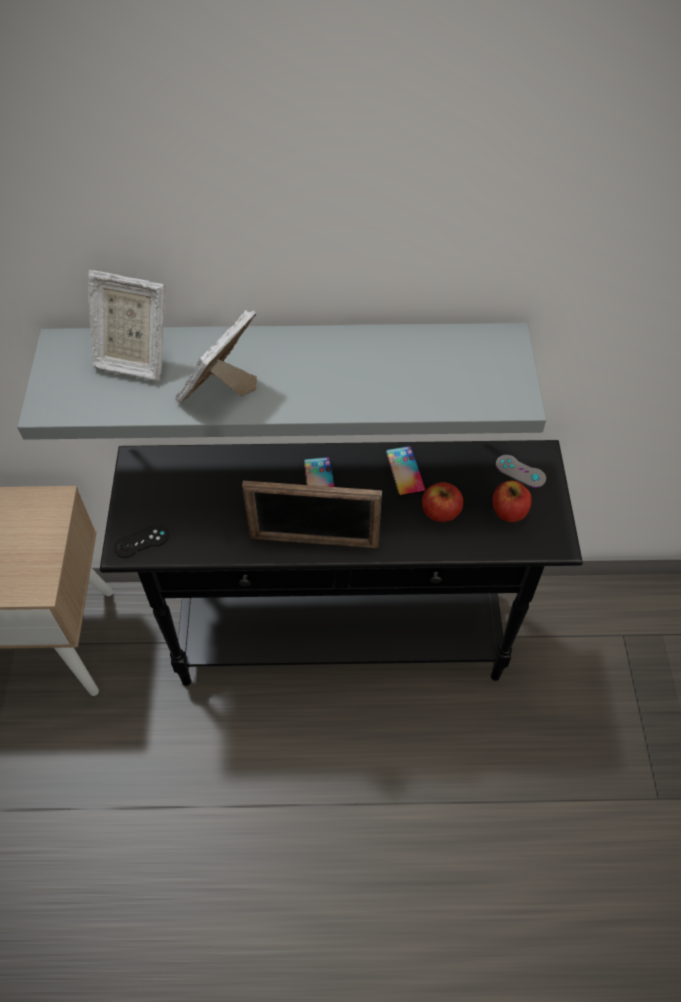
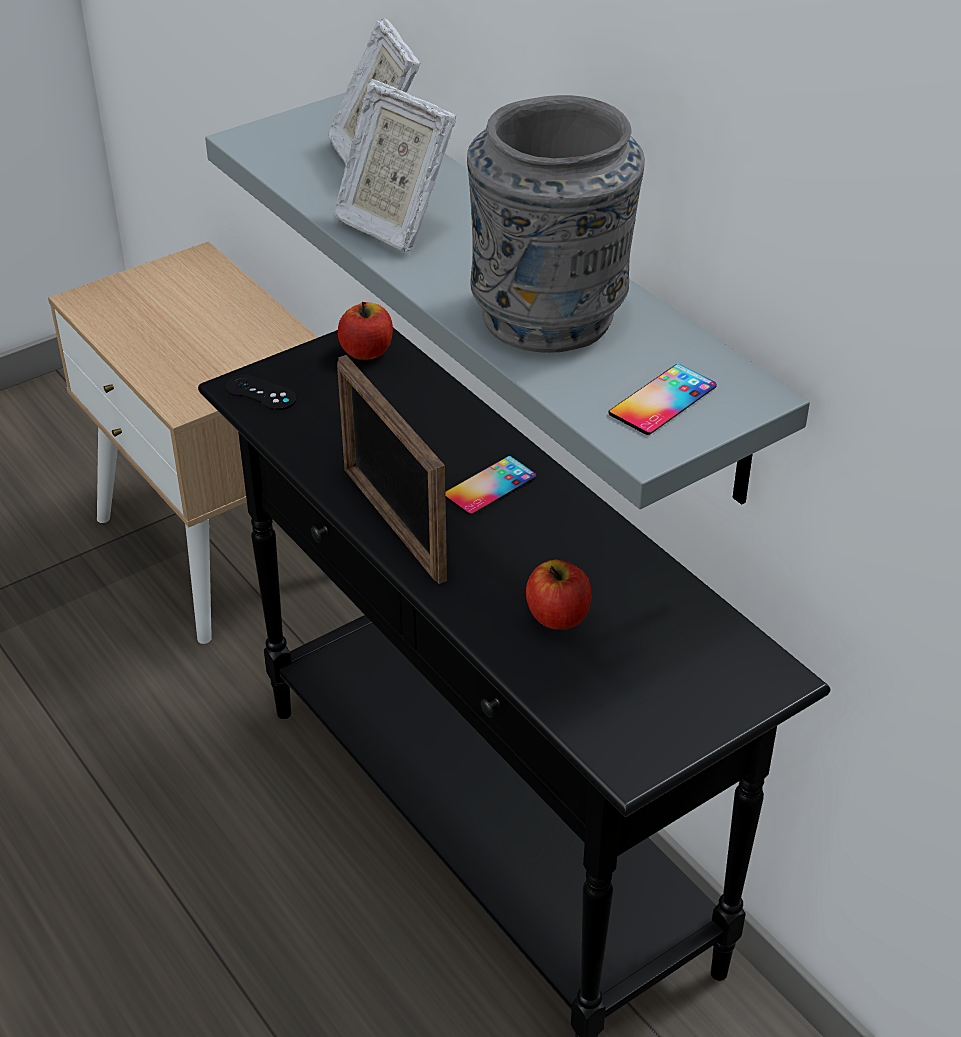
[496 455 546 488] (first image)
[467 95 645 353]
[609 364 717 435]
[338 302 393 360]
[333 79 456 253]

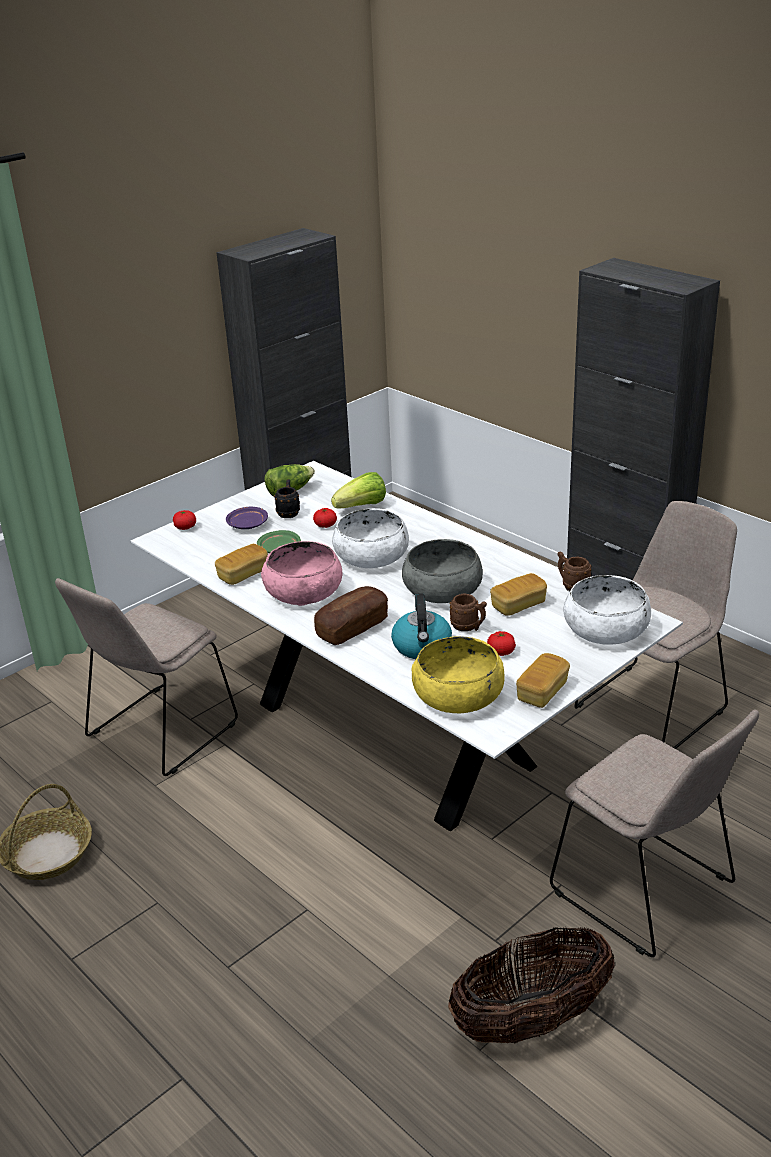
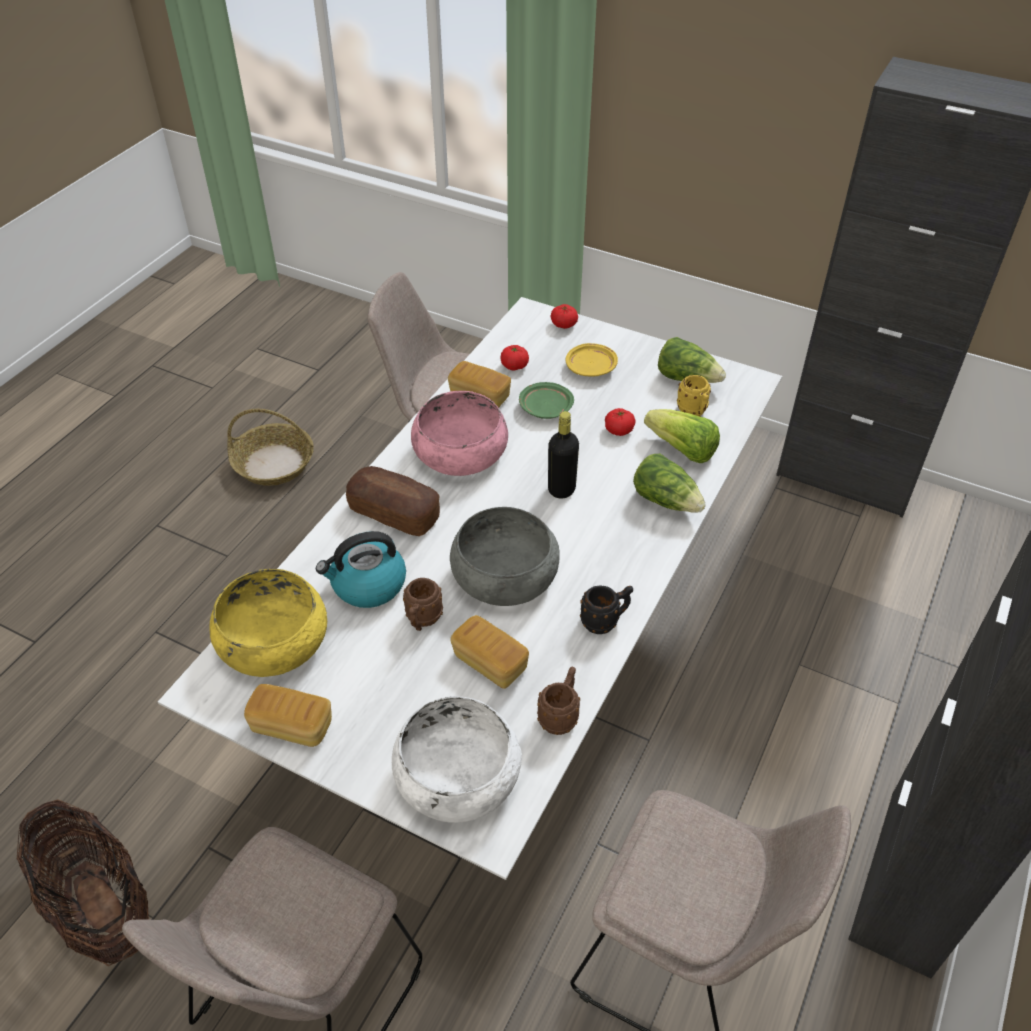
[633 454 706 513]
[677 375 711 416]
[580 585 633 634]
[501 345 529 370]
[548 411 579 499]
[566 343 618 377]

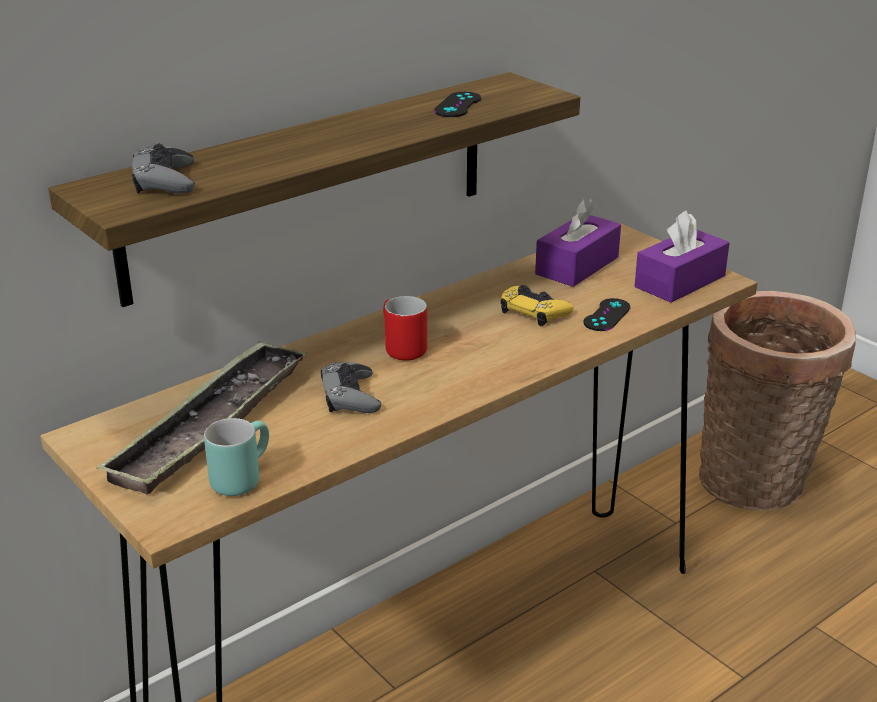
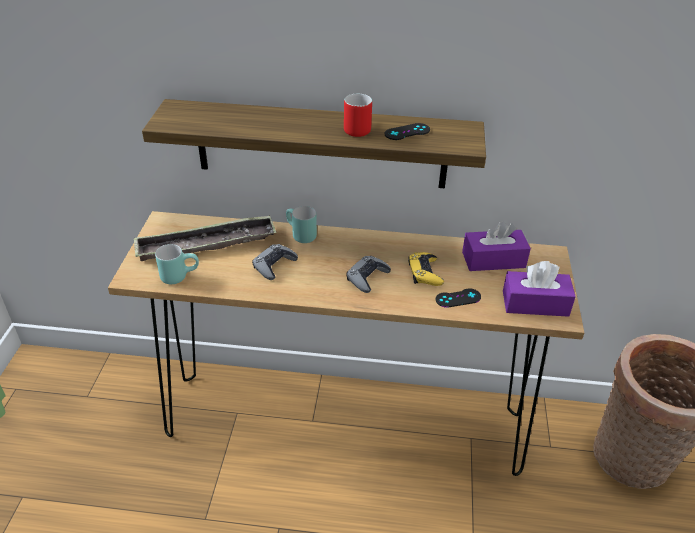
[286 206 317 243]
[346 256 391 293]
[344 94 372 137]

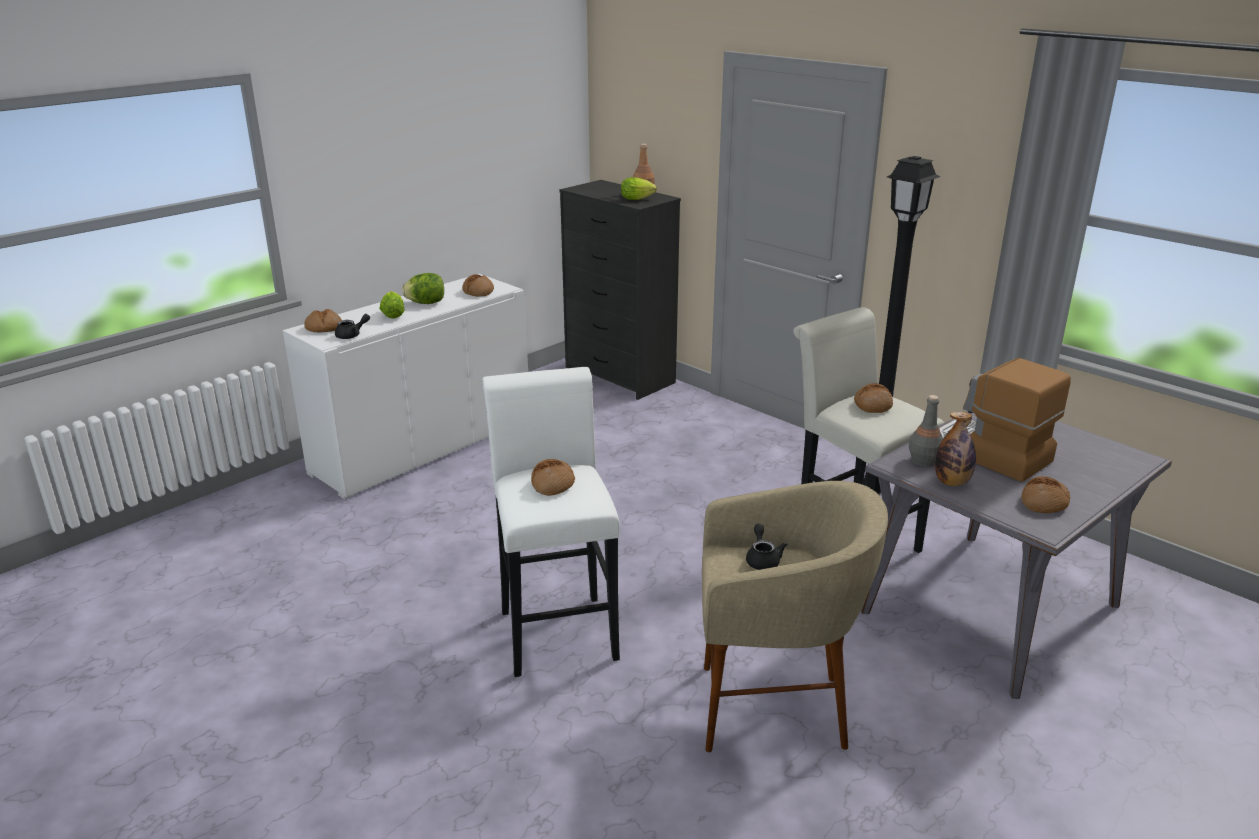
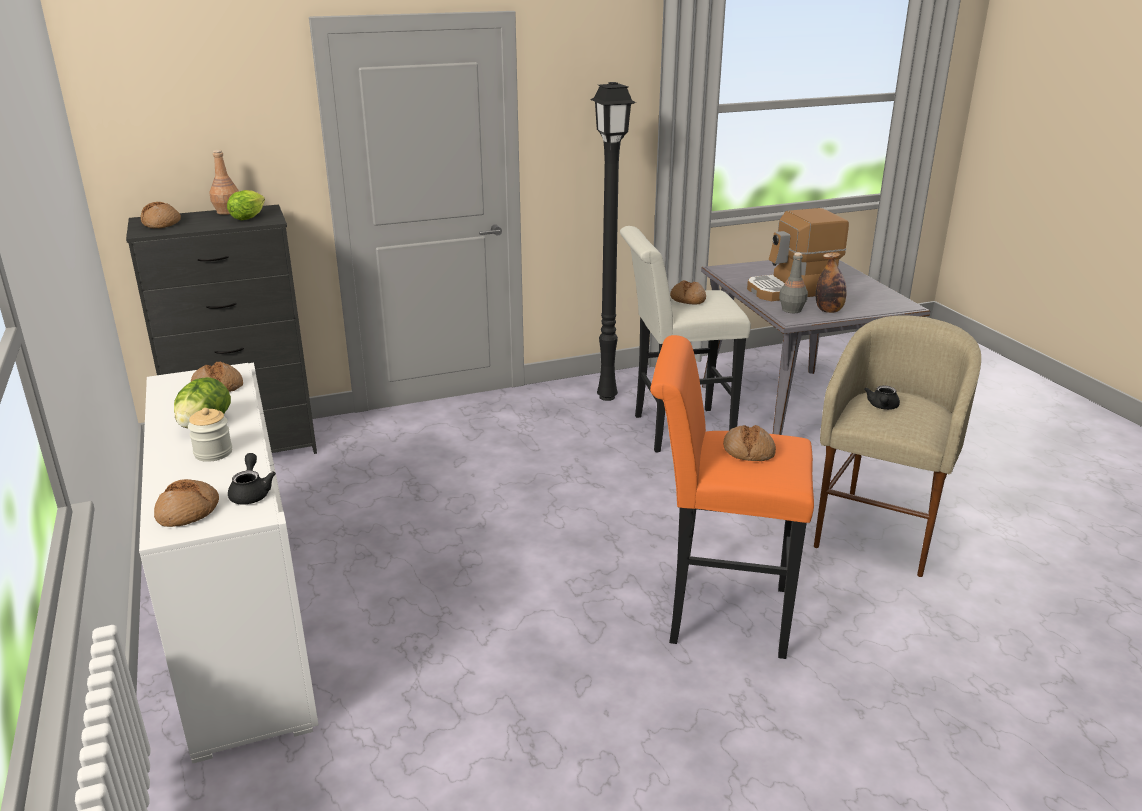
[141 202 181 228]
[188 408 232 462]
[650 335 814 659]
[864 385 900 410]

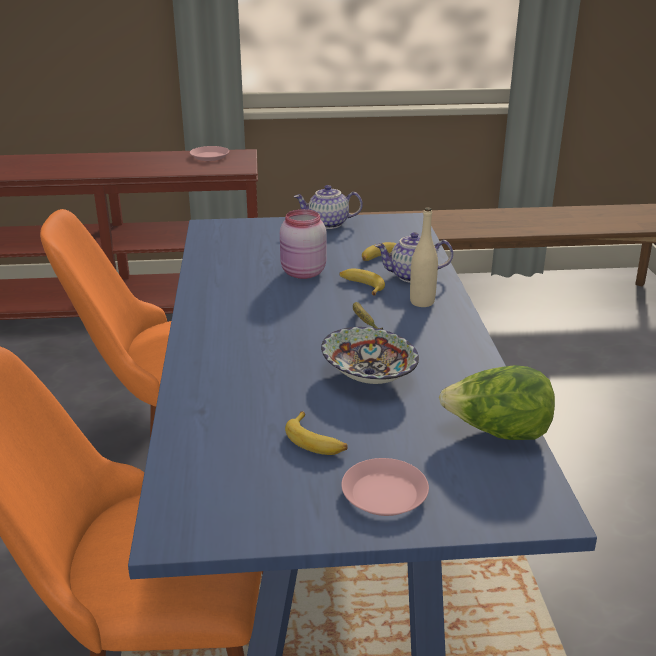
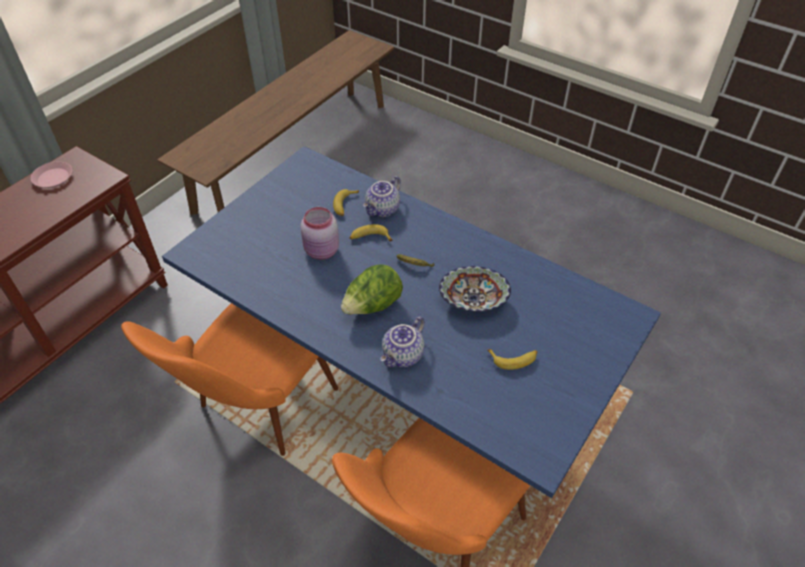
[341 458 429 516] (first image)
[410 207 438 307] (first image)
[380 317 425 367]
[341 264 403 314]

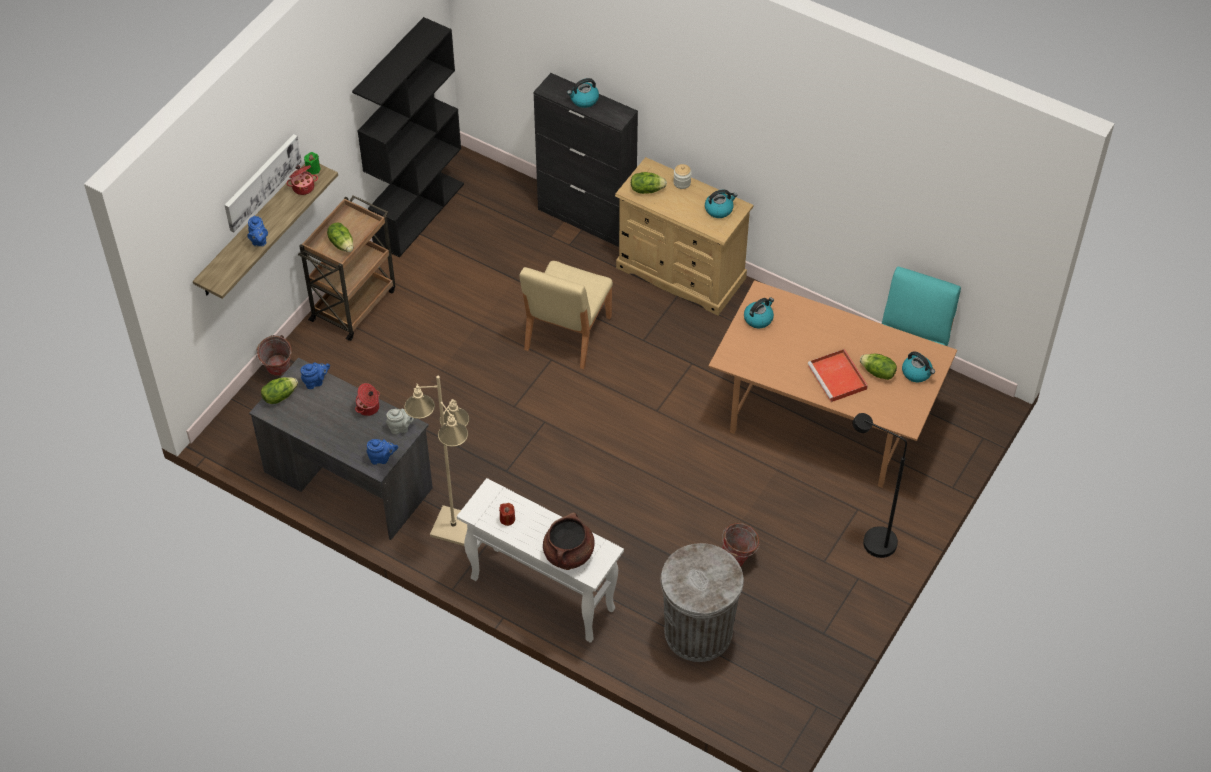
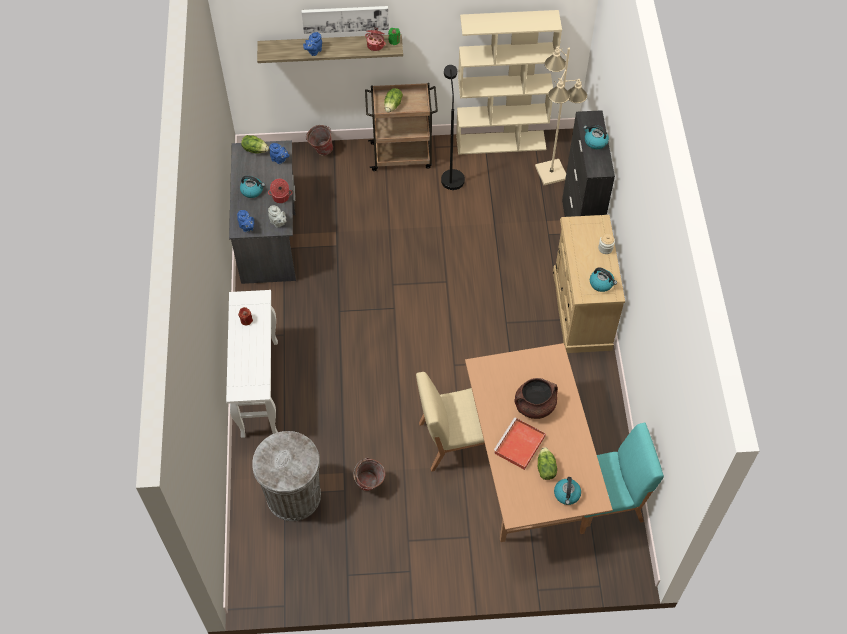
[631 172 667 194] (first image)
[535 45 587 185]
[416 372 485 472]
[514 378 558 419]
[240 176 265 198]
[441 65 465 190]
[456 10 562 155]

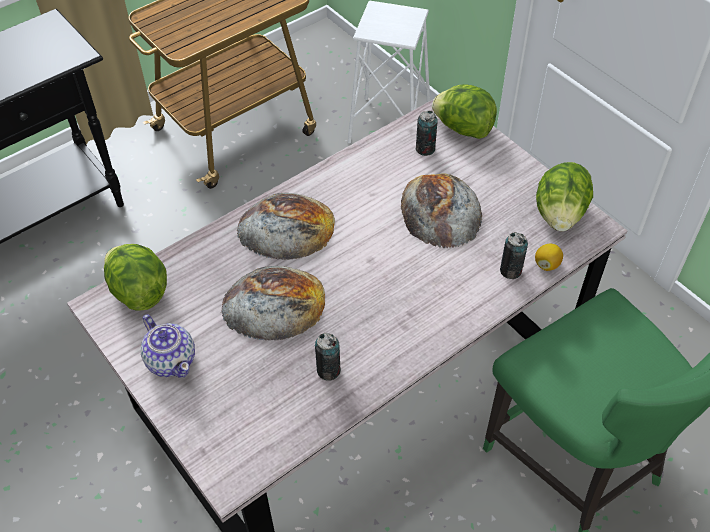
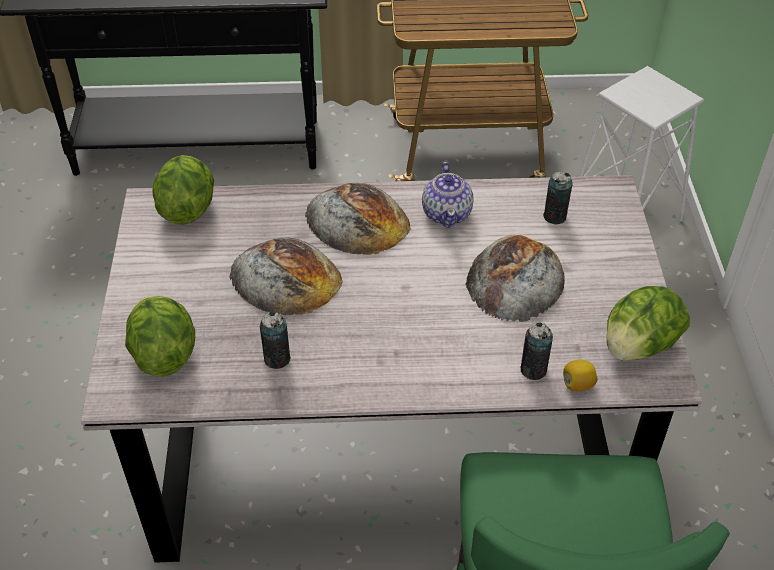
[422 162 474 228]
[125 296 195 377]

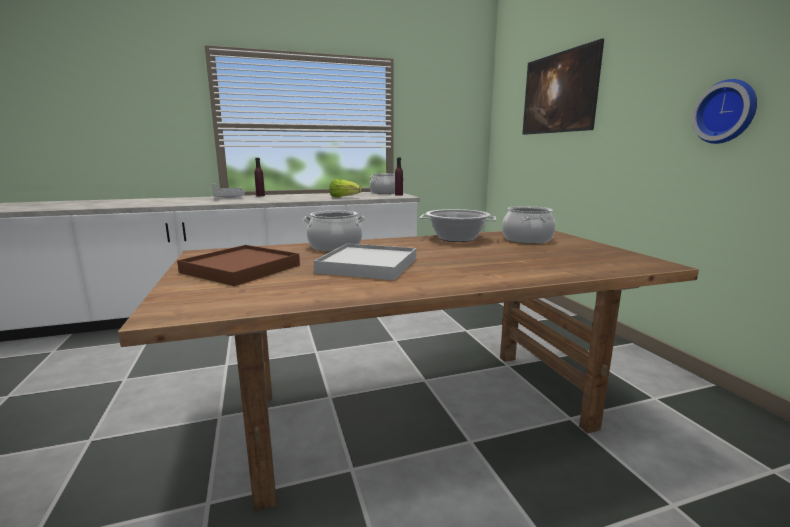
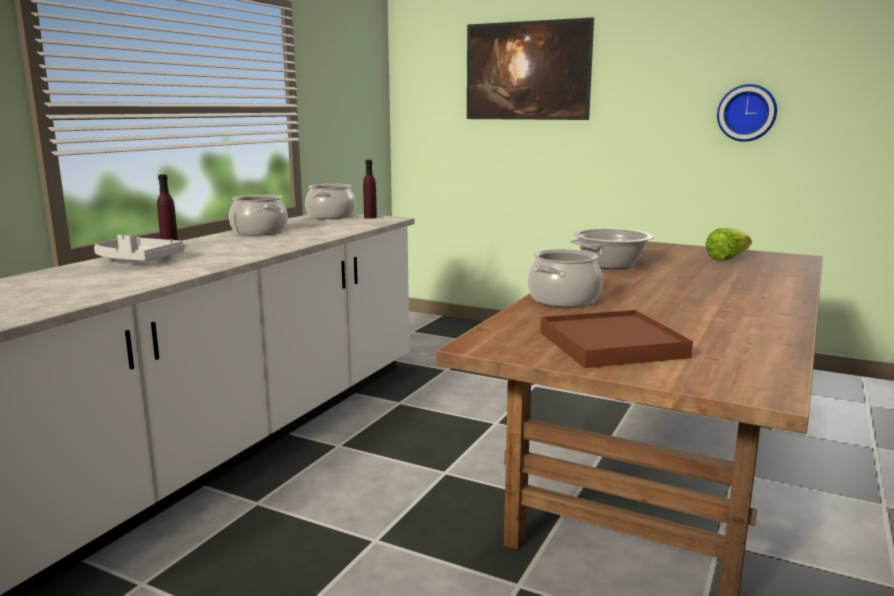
[314 244 416 280] (first image)
[705 228 752 260]
[229 194 288 236]

